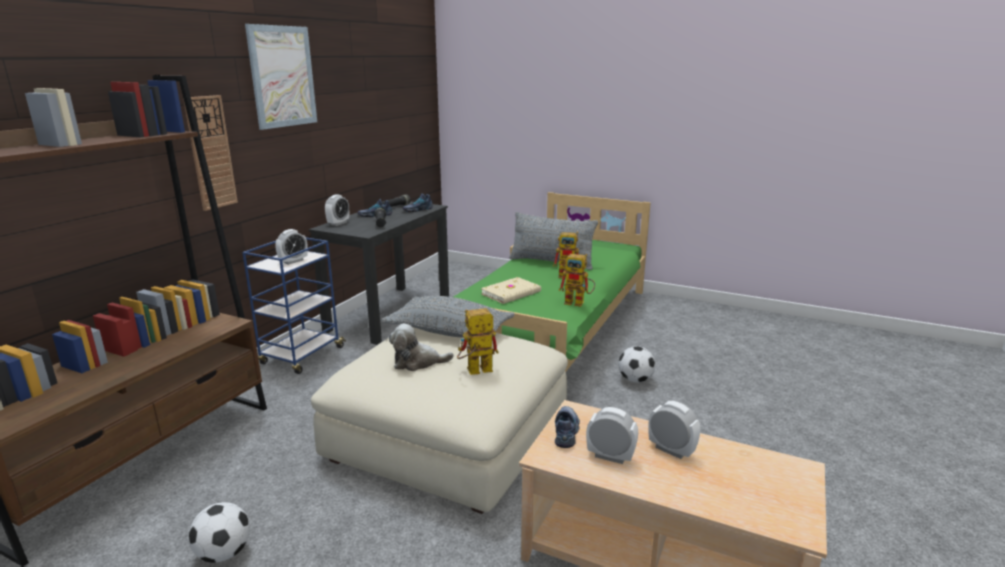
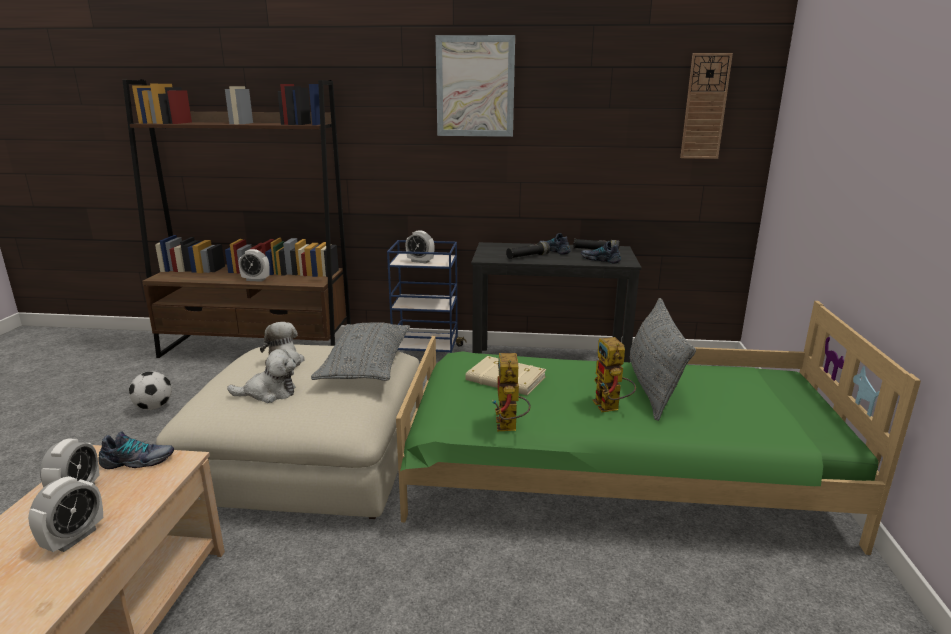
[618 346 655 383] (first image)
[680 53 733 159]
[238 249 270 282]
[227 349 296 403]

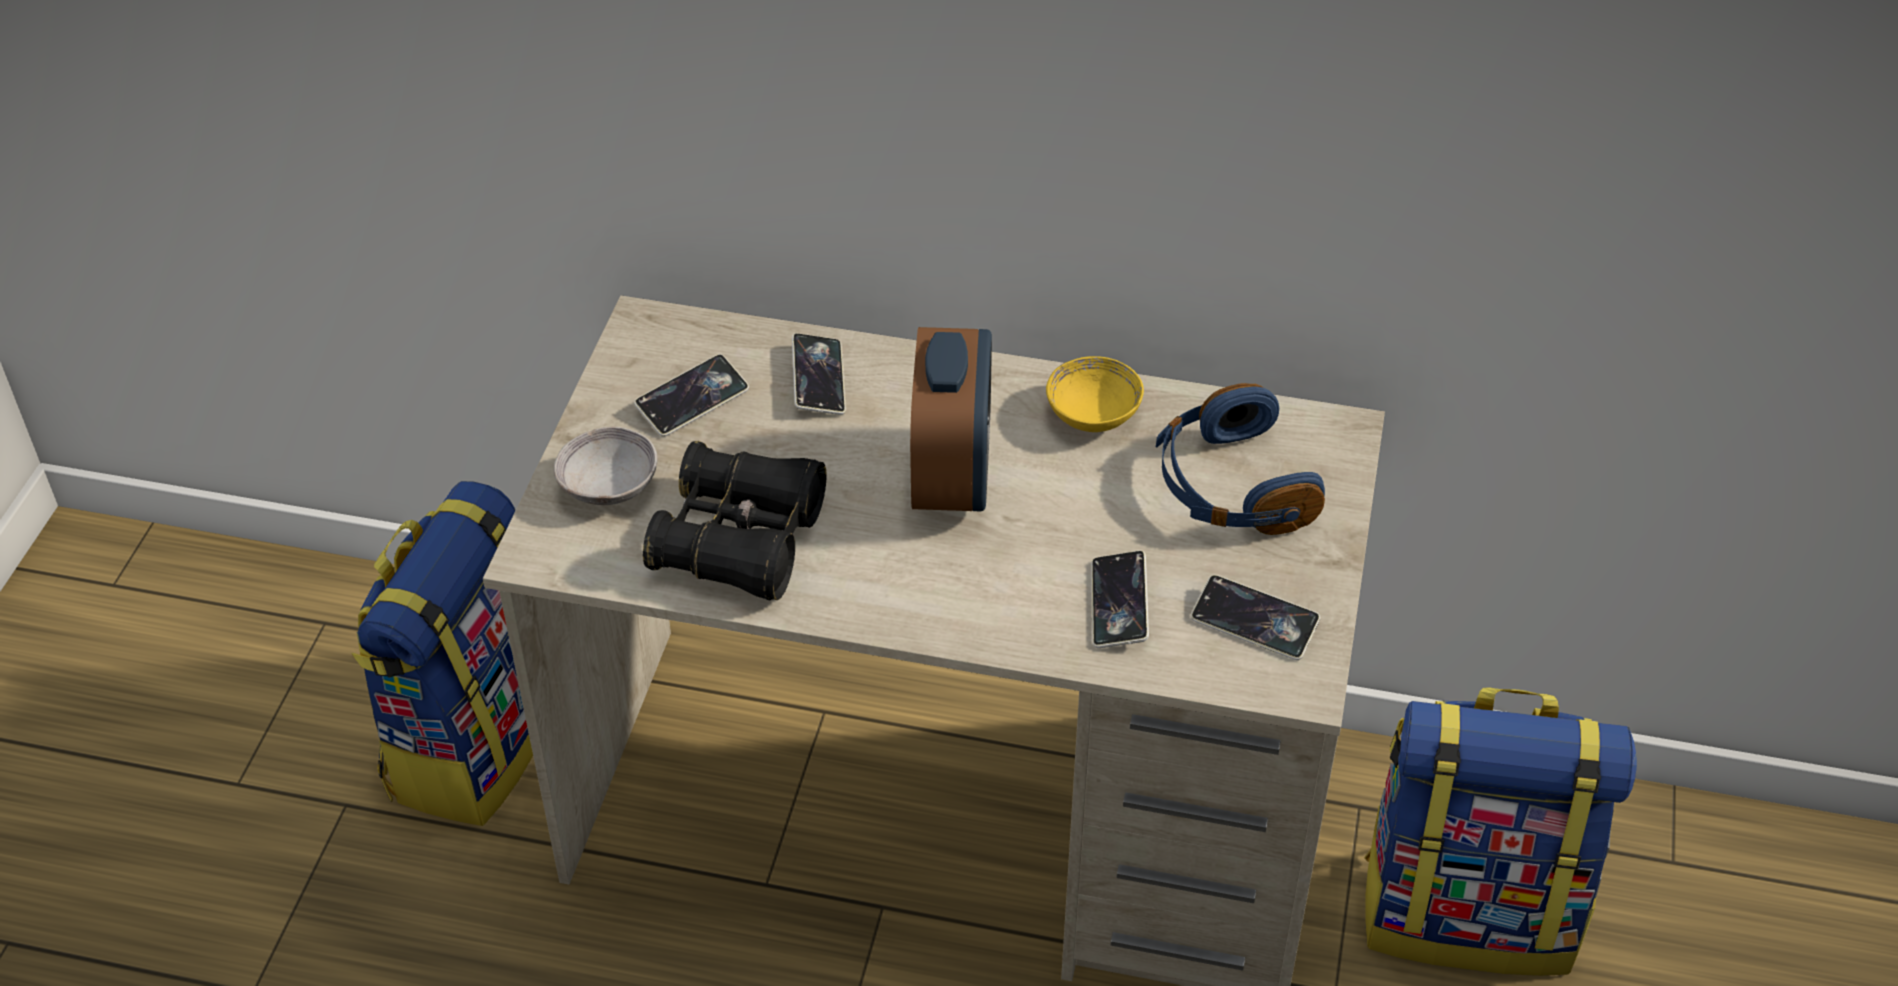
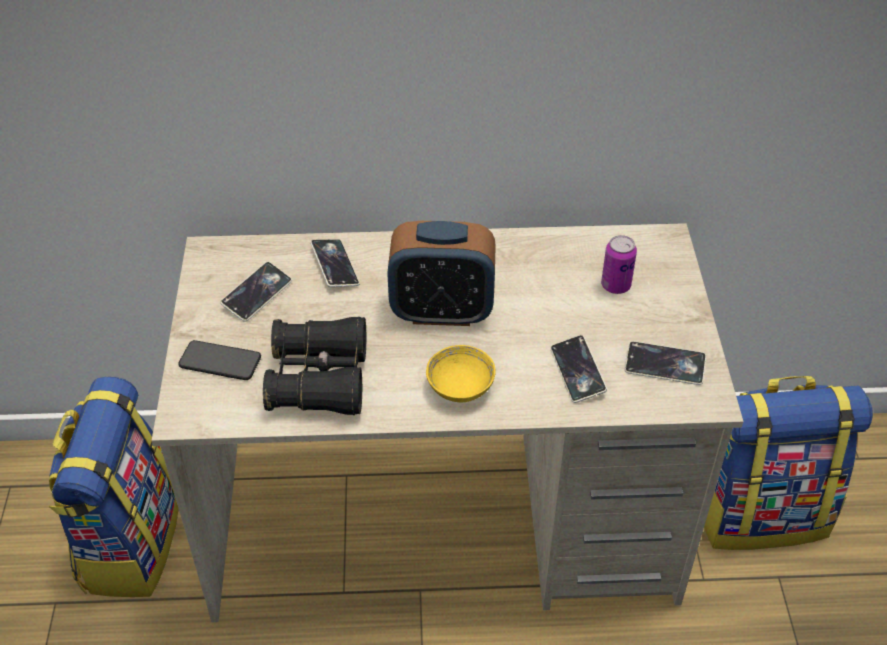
[426 345 496 402]
[178 340 261 380]
[601 235 637 294]
[387 221 496 326]

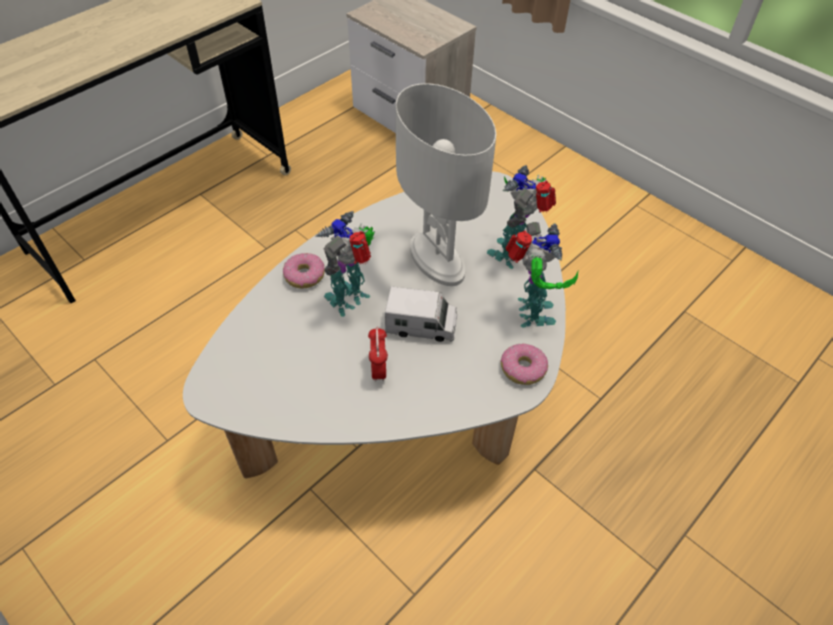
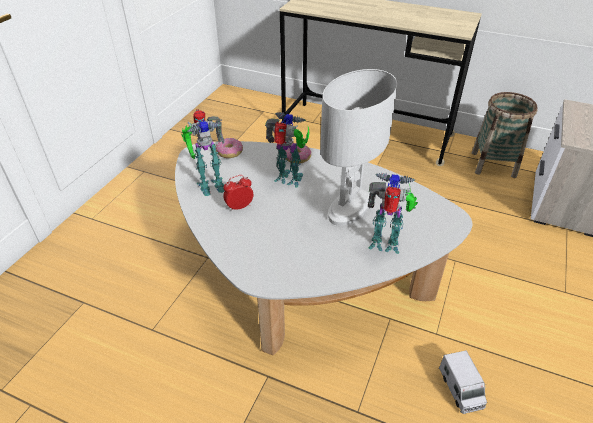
[472 92 538 178]
[439 351 487 414]
[216 138 243 158]
[181 109 224 196]

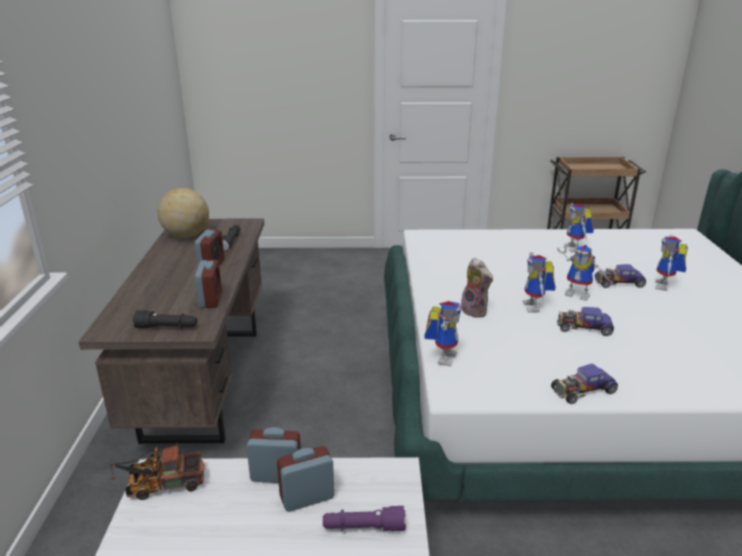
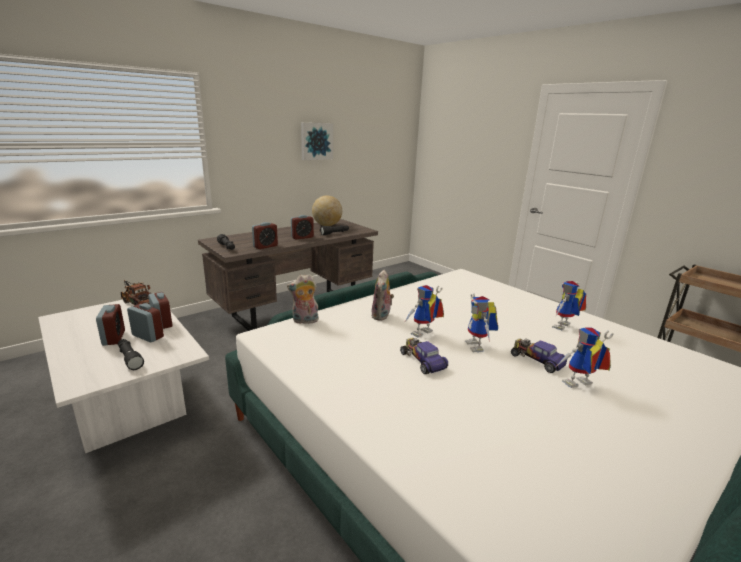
[551 364 618 404] (first image)
[96 304 125 346]
[301 123 333 160]
[287 274 319 324]
[118 339 144 370]

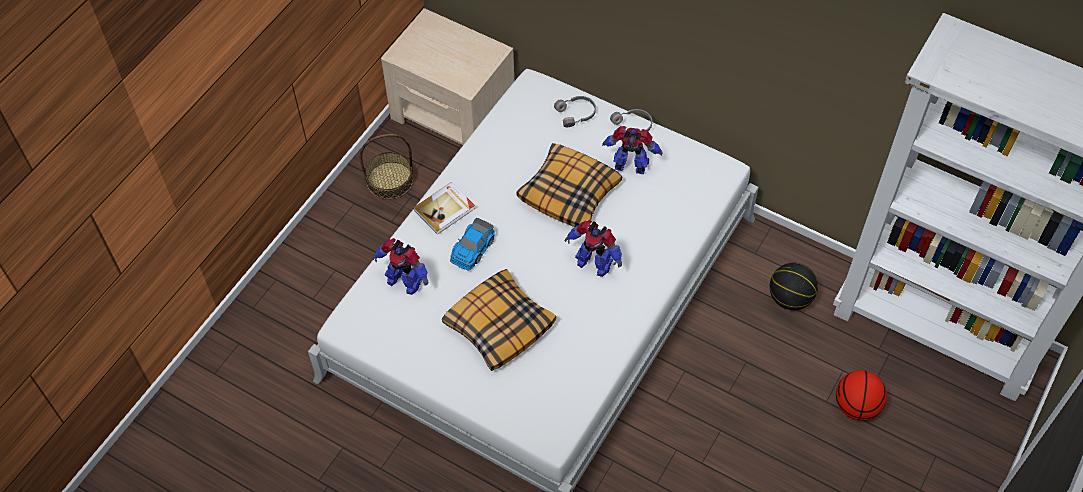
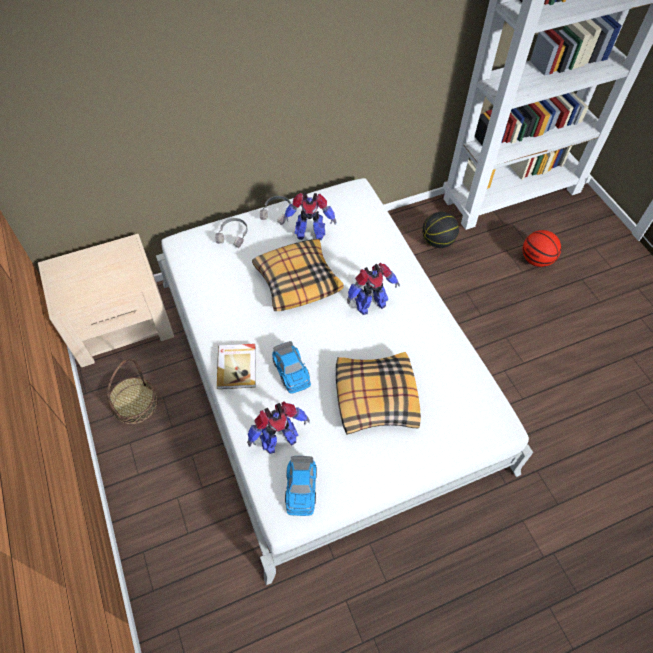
[285 456 317 516]
[283 193 336 240]

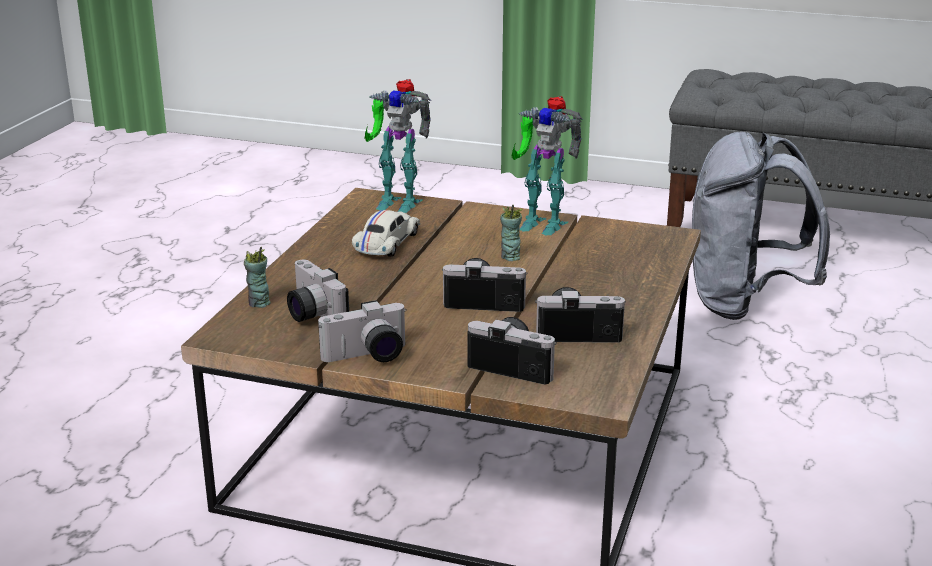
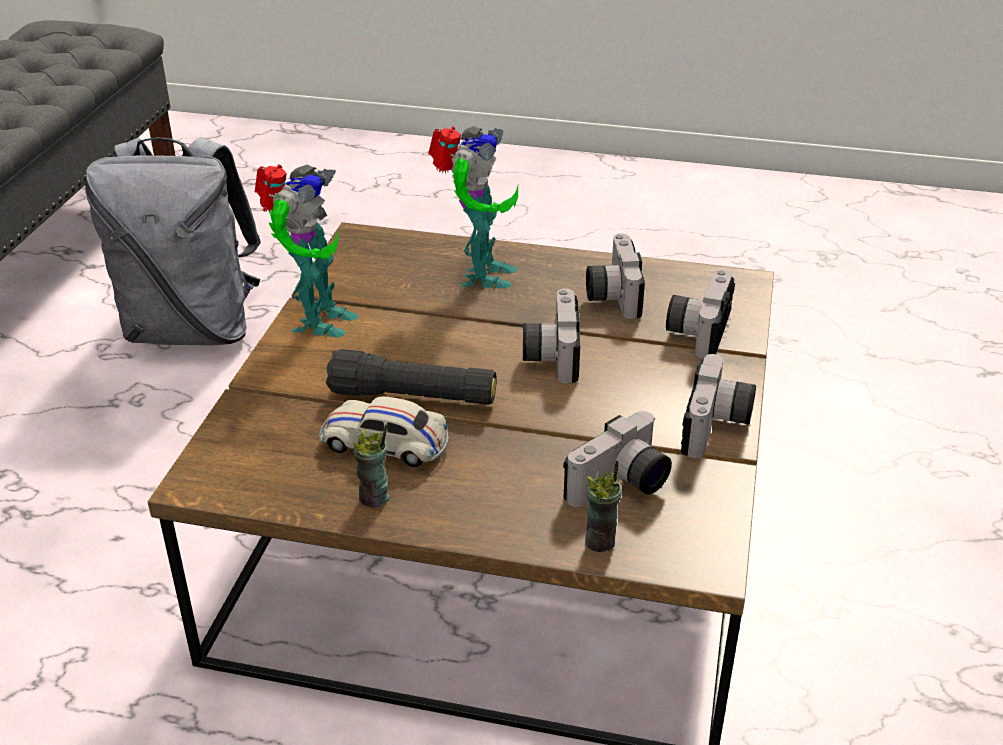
[326 349 497 405]
[428 126 518 288]
[353 424 389 508]
[681 354 756 458]

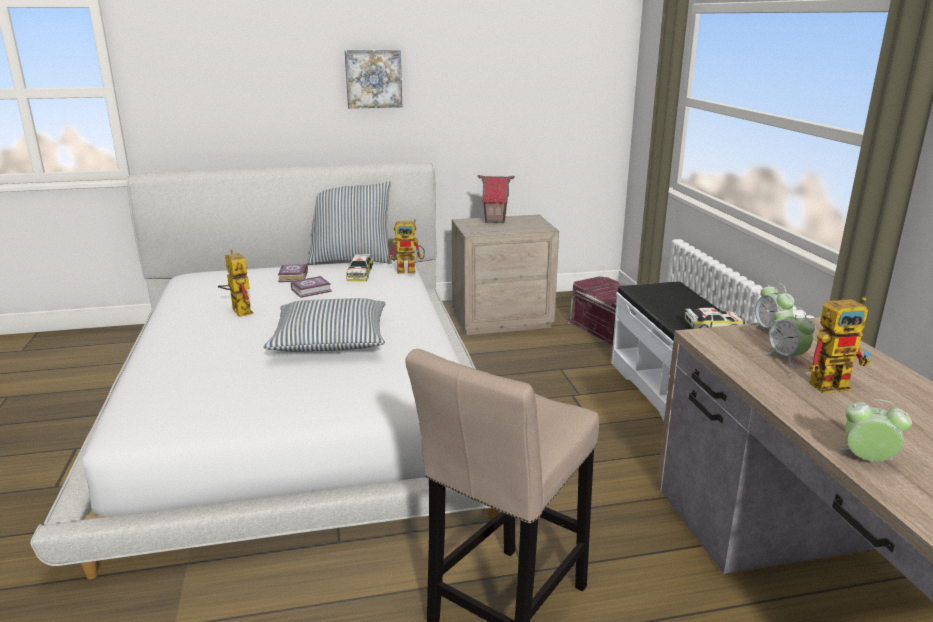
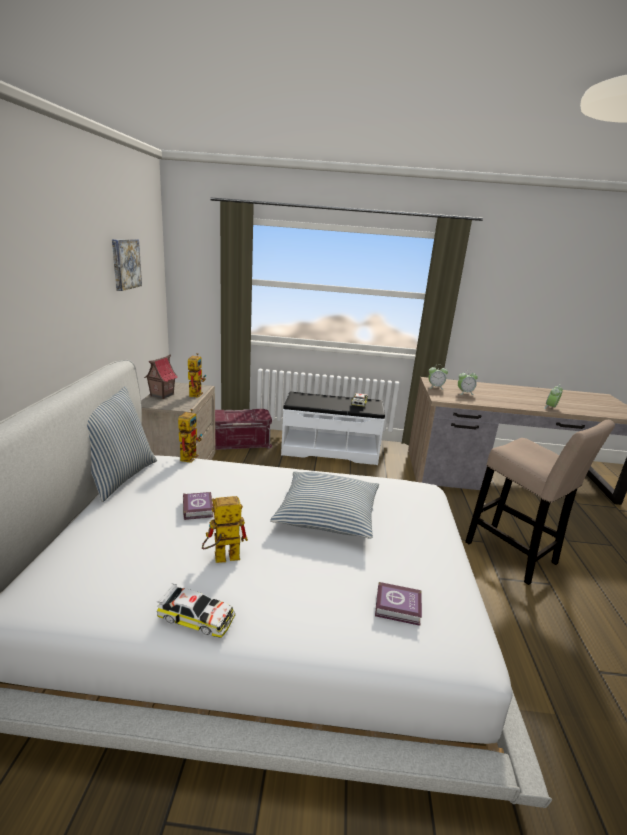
[375 582 422 626]
[112 239 142 291]
[157 583 235 638]
[188 353 206 398]

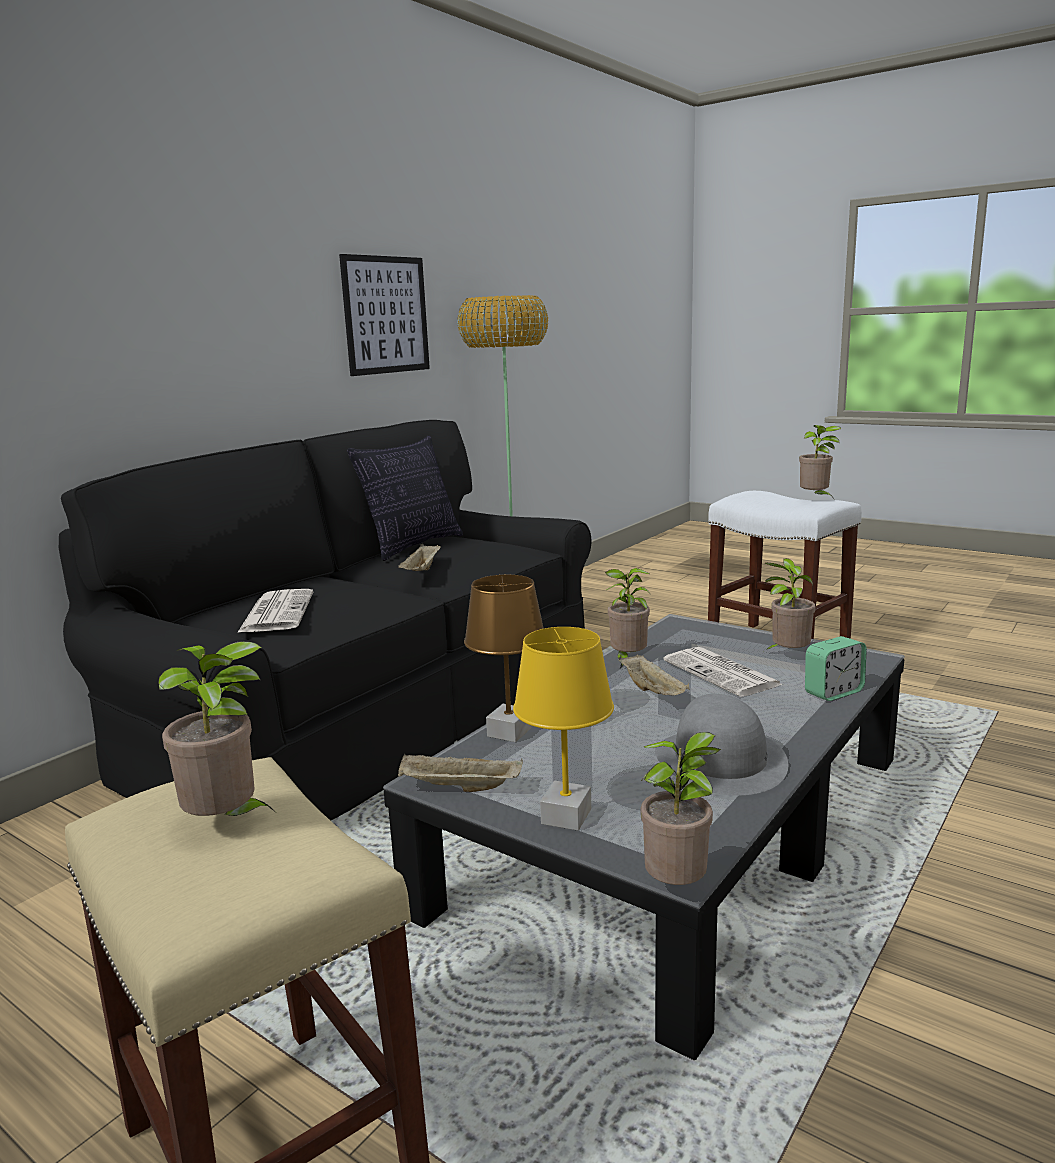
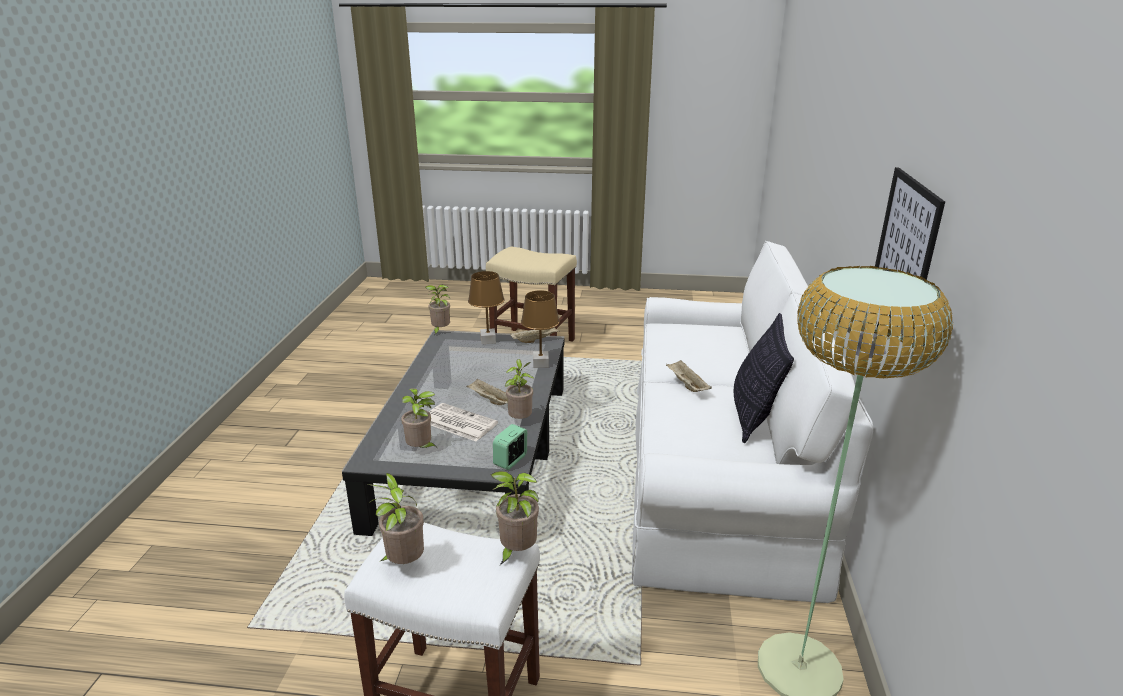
[237 589 313 633] (first image)
[655 694 788 796] (first image)
[490 471 539 565]
[493 424 527 470]
[632 241 873 603]
[468 271 505 344]

